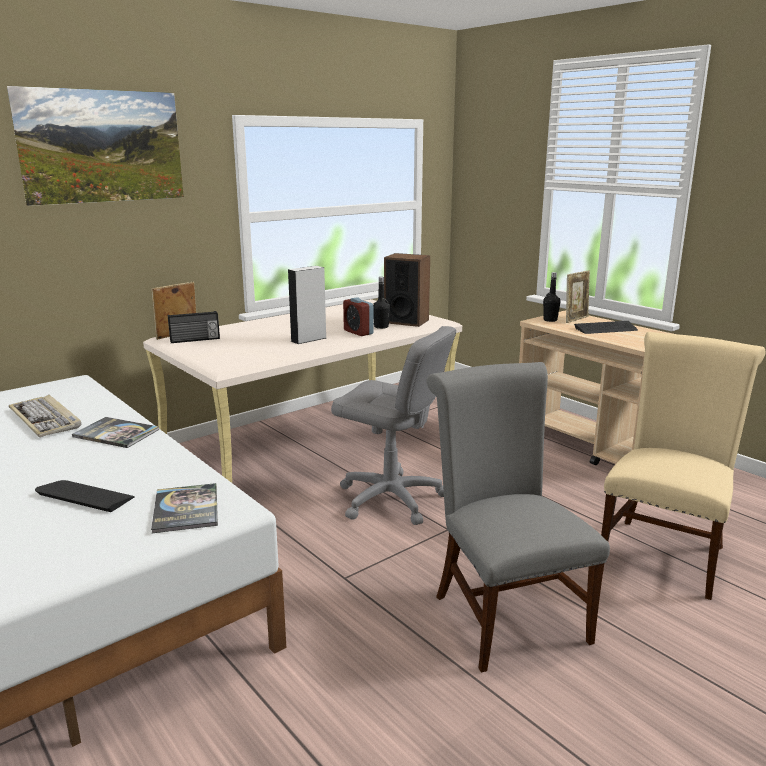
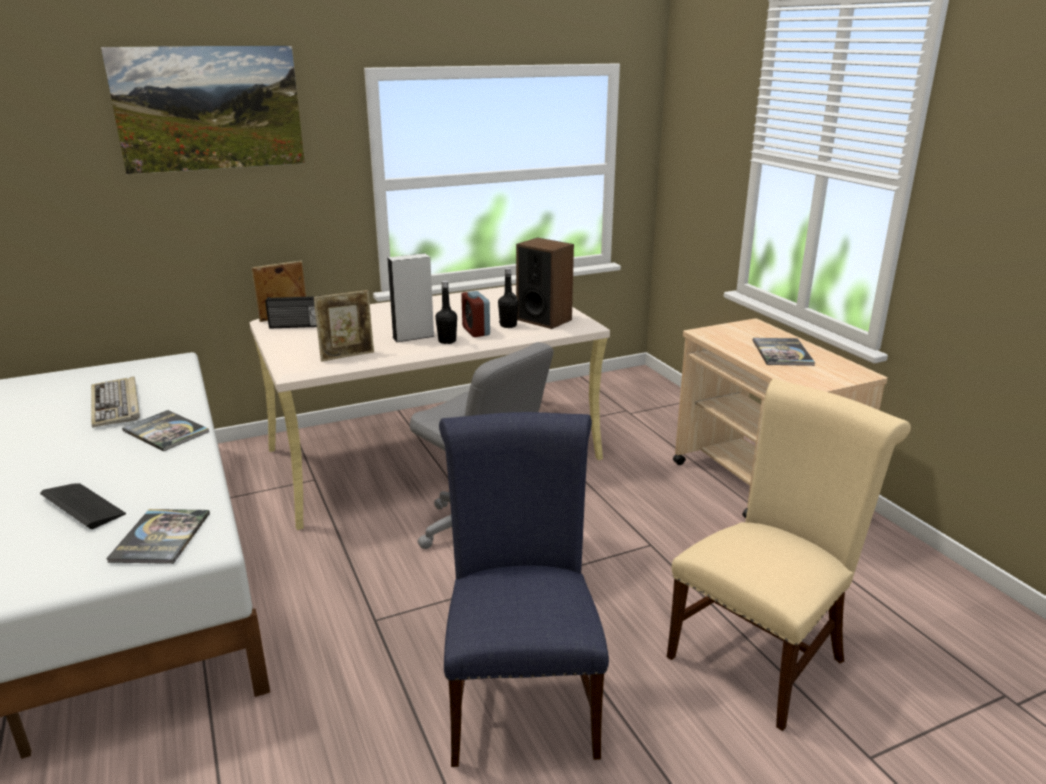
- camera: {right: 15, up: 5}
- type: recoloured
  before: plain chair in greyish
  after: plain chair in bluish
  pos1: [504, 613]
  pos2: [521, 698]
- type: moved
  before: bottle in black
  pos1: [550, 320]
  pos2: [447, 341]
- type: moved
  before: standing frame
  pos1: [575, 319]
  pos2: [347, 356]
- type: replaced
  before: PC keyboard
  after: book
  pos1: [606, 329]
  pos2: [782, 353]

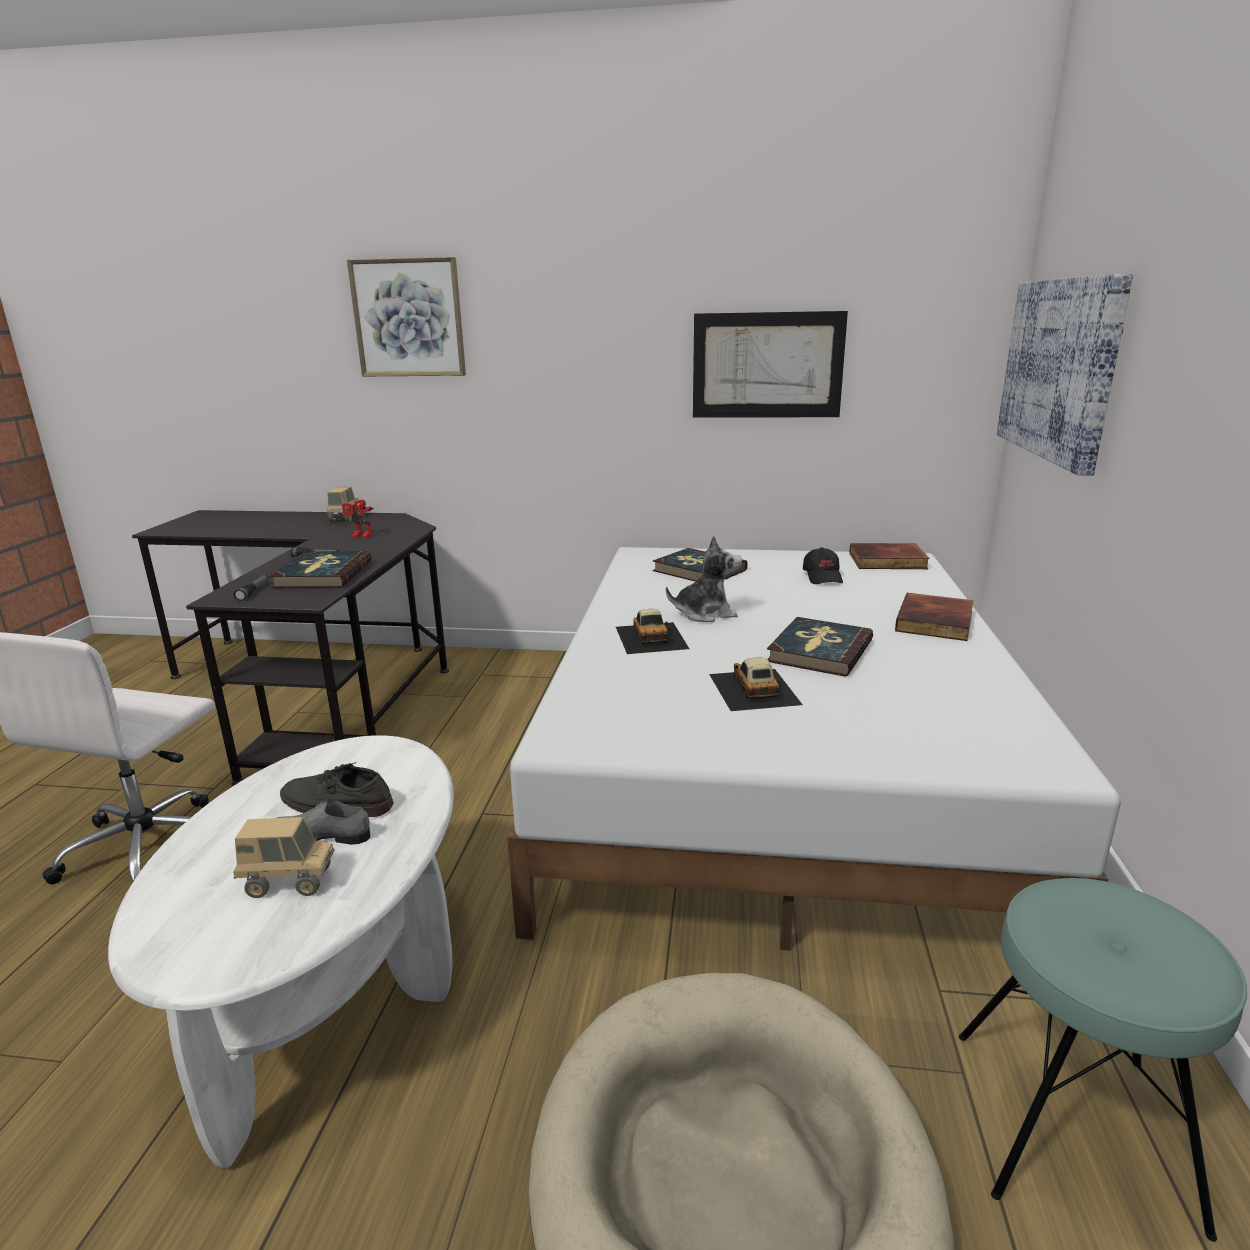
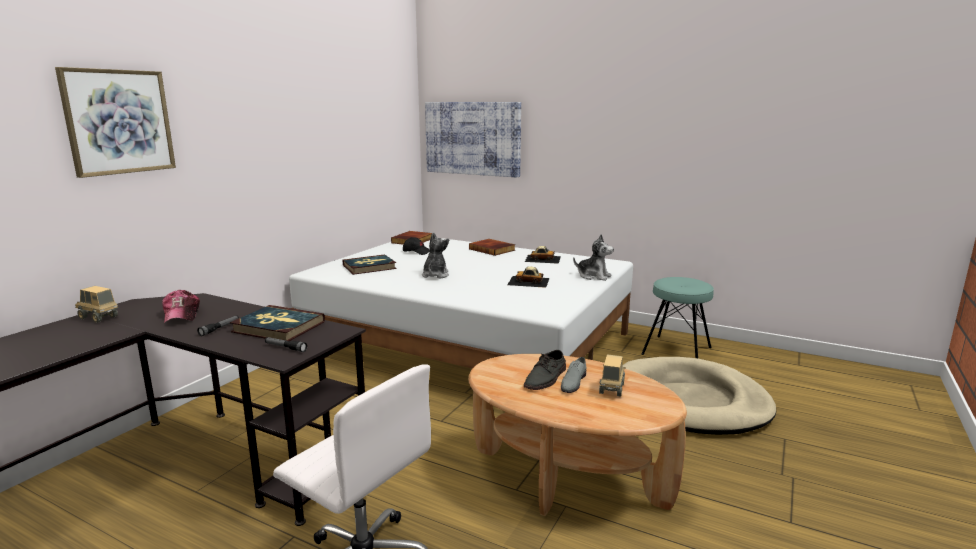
- camera: {right: -70, up: -5}
- type: recoloured
  before: lounge table in white
  after: lounge table in brown-coloured
  pos1: [332, 988]
  pos2: [567, 478]
- type: replaced
  before: model robot
  after: peaked cap
  pos1: [360, 536]
  pos2: [182, 314]
- type: moved
  before: model car
  pos1: [651, 637]
  pos2: [542, 259]
- type: removed
  before: wall art
  pos1: [767, 365]
- type: removed
  before: book
  pos1: [819, 651]
- type: added
  after: plush toy
  pos2: [593, 276]

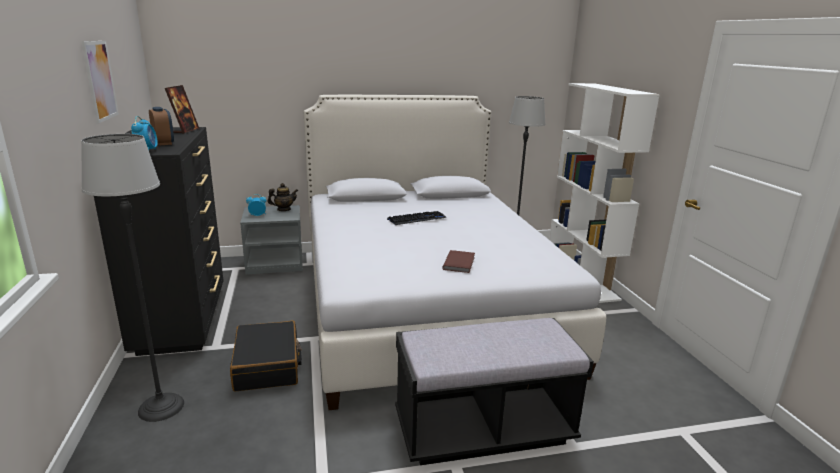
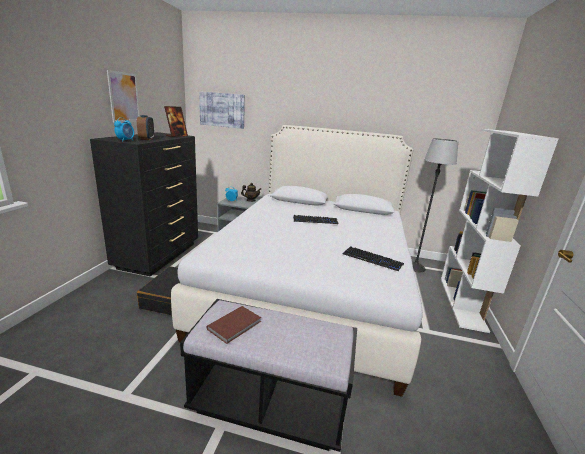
- camera: {right: 25, up: 0}
- type: removed
  before: standard lamp
  pos1: [161, 407]
- type: moved
  before: book in brown-coloured
  pos1: [460, 263]
  pos2: [236, 325]
- type: added
  after: wall art
  pos2: [222, 110]
- type: added
  after: PC keyboard
  pos2: [372, 259]

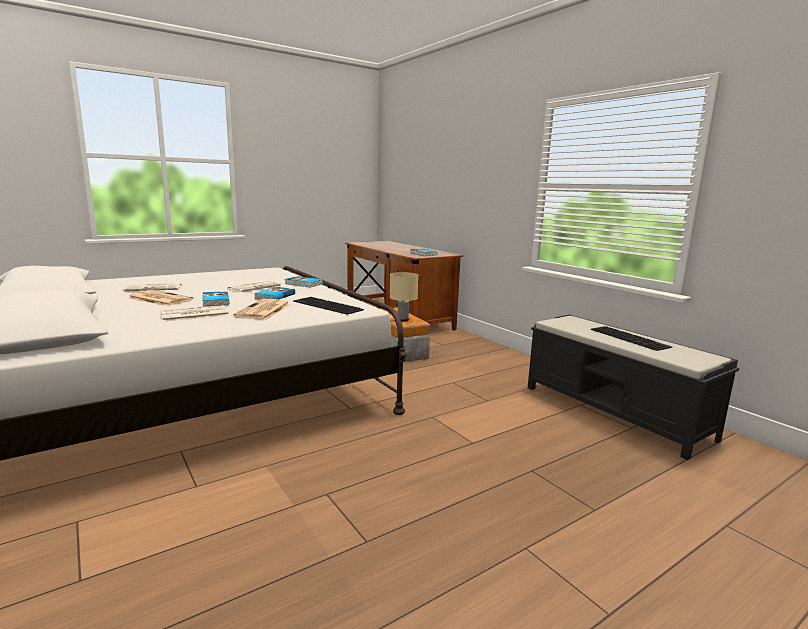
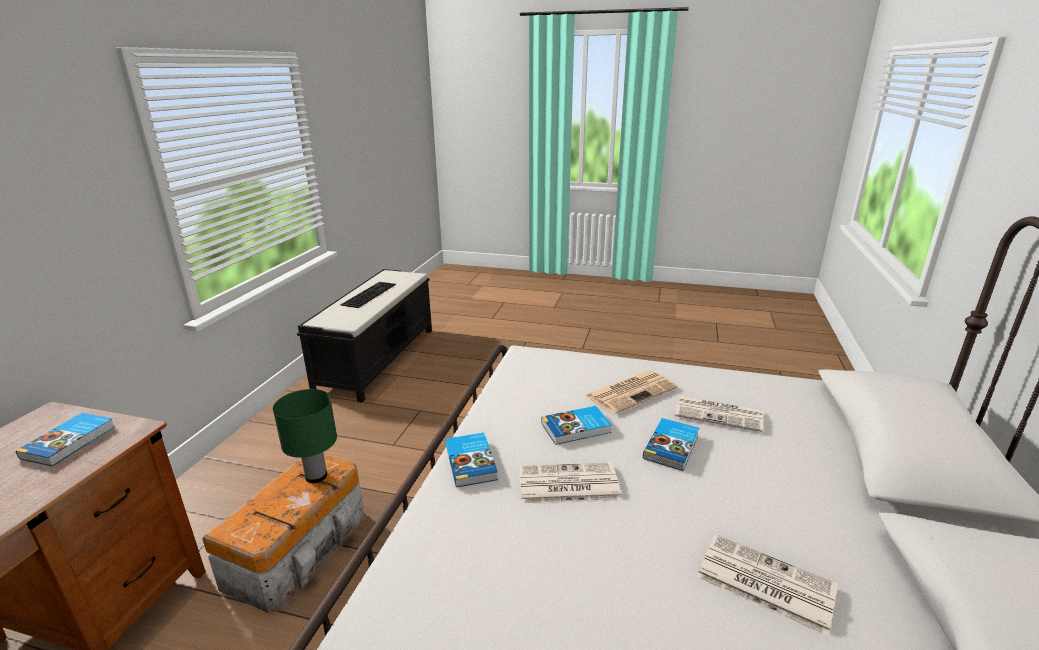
- camera: {right: -130, up: 10}
- type: removed
  before: daily paper
  pos1: [159, 299]
- type: removed
  before: PC keyboard
  pos1: [325, 305]
- type: recoloured
  before: tabletop lamp in sand-coloured
  after: tabletop lamp in greenish
  pos1: [402, 320]
  pos2: [317, 476]

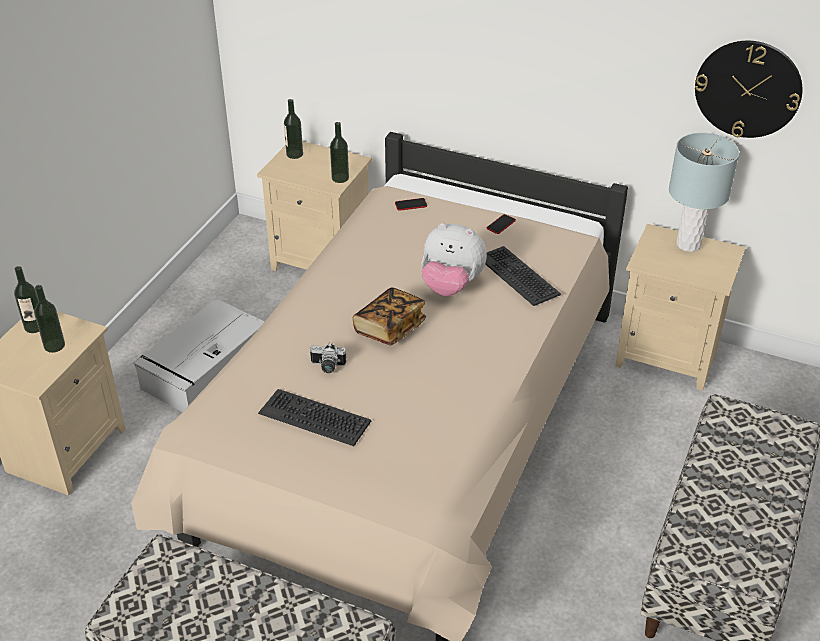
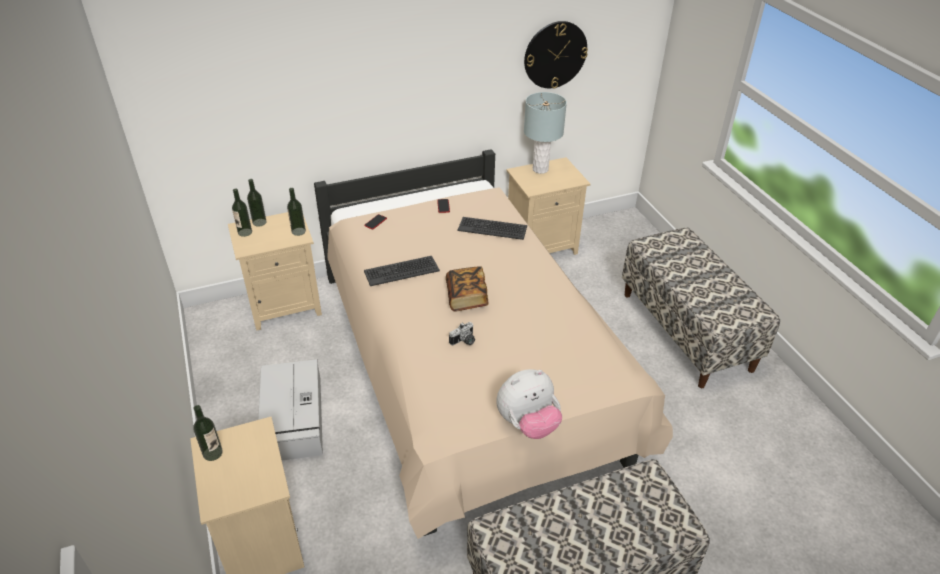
- camera: {right: -45, up: 0}
- type: moved
  before: bottle
  pos1: [54, 345]
  pos2: [259, 222]
- type: moved
  before: PC keyboard
  pos1: [315, 417]
  pos2: [401, 271]
- type: moved
  before: plush toy
  pos1: [451, 286]
  pos2: [527, 424]

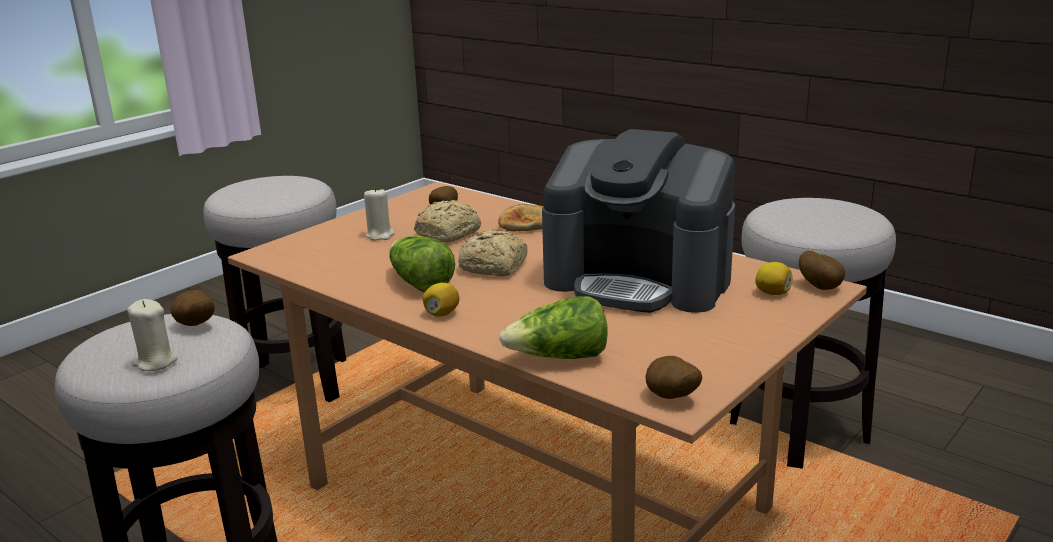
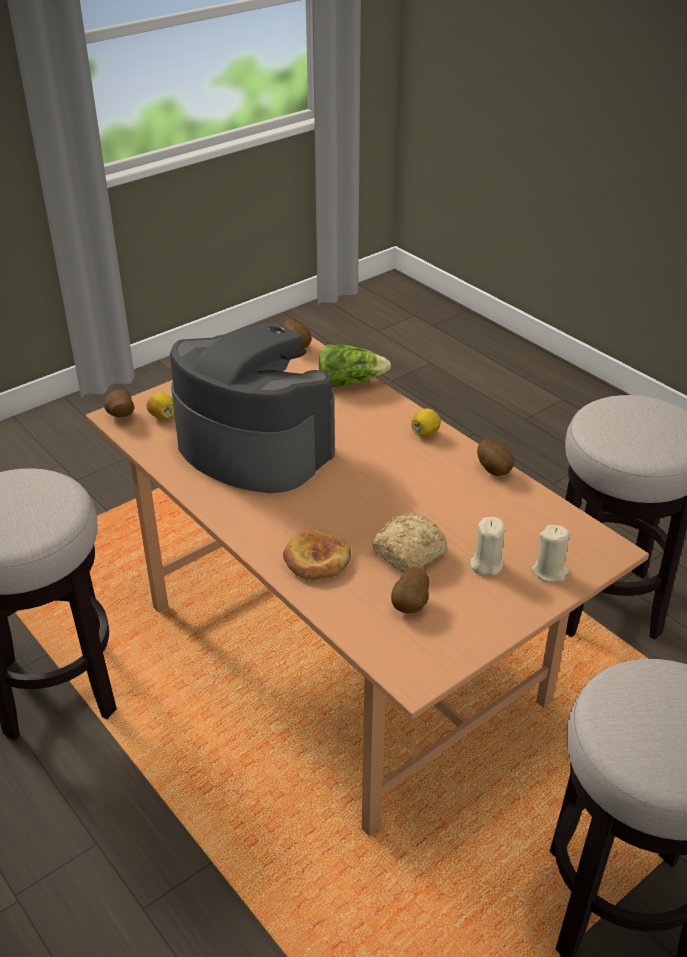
- camera: {right: -170, up: 15}
- type: moved
  before: candle in sand-coloured
  pos1: [155, 362]
  pos2: [550, 571]
- type: moved
  before: whole potato
  pos1: [195, 326]
  pos2: [495, 470]
- type: removed
  before: lettuce head
  pos1: [420, 283]
- type: removed
  before: bread
  pos1: [495, 267]

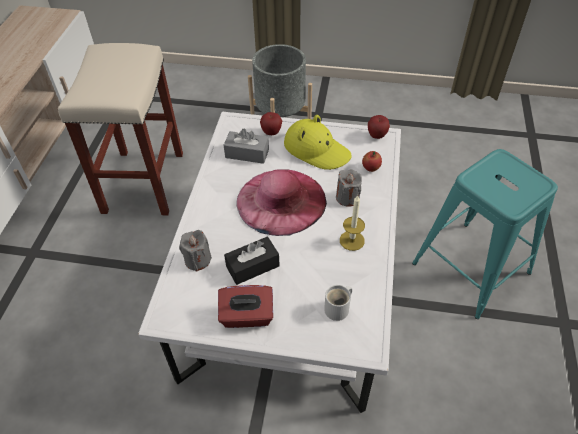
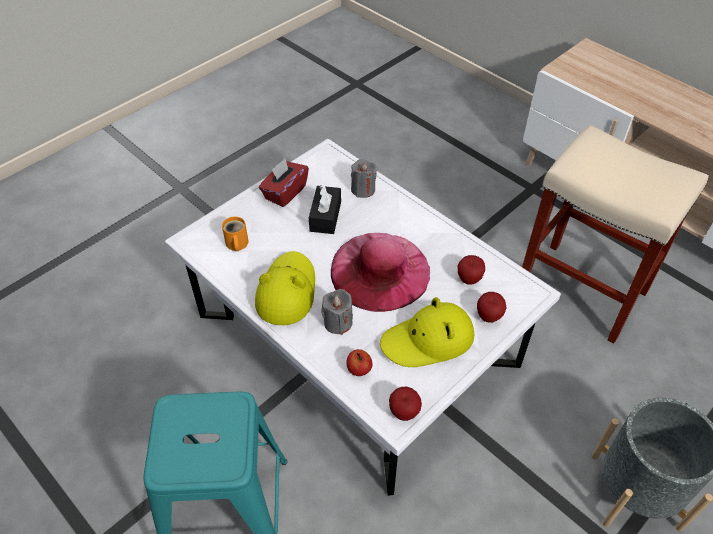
- camera: {right: 125, up: 0}
- type: replaced
  before: tissue box in greyish
  after: apple fruit
  pos1: [247, 153]
  pos2: [469, 279]
- type: recoloured
  before: tea mug in white
  after: tea mug in orange
  pos1: [339, 309]
  pos2: [236, 244]
- type: replaced
  before: candle
  after: clothing hat in yellow-coloured
  pos1: [352, 240]
  pos2: [286, 291]

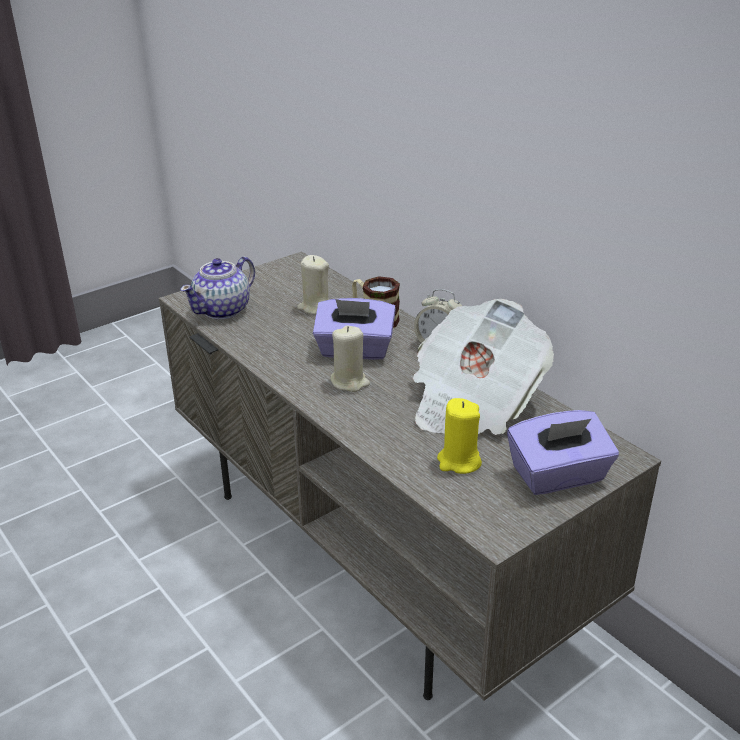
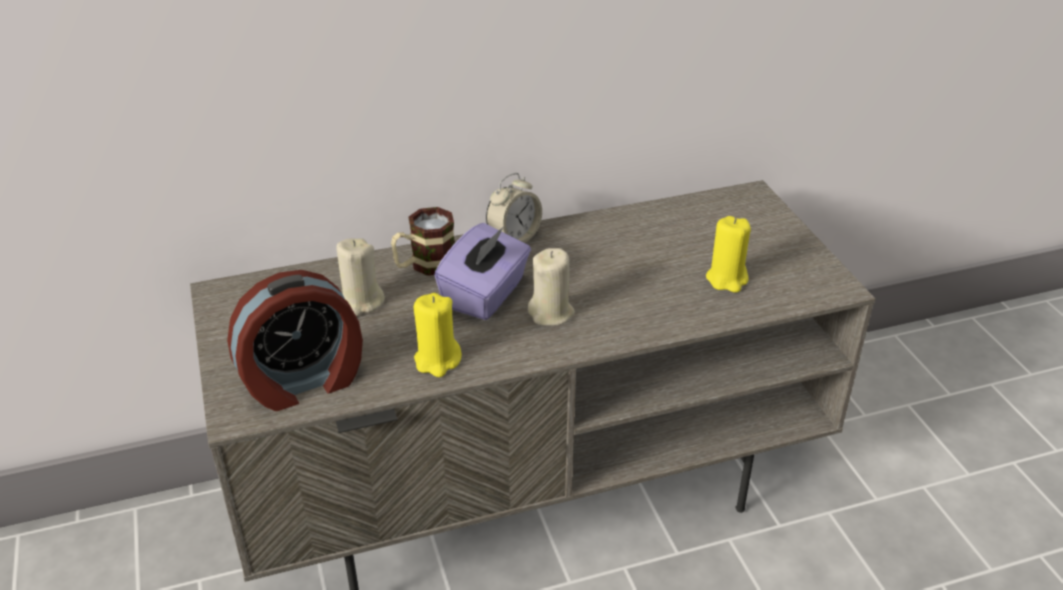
- camera: {right: -70, up: 5}
- type: replaced
  before: pot for tea
  after: alarm clock
  pos1: [223, 310]
  pos2: [304, 382]
- type: removed
  before: daily paper
  pos1: [473, 401]
- type: removed
  before: tissue box in purplish
  pos1: [558, 476]
- type: added
  after: candle in yellow-coloured
  pos2: [437, 360]

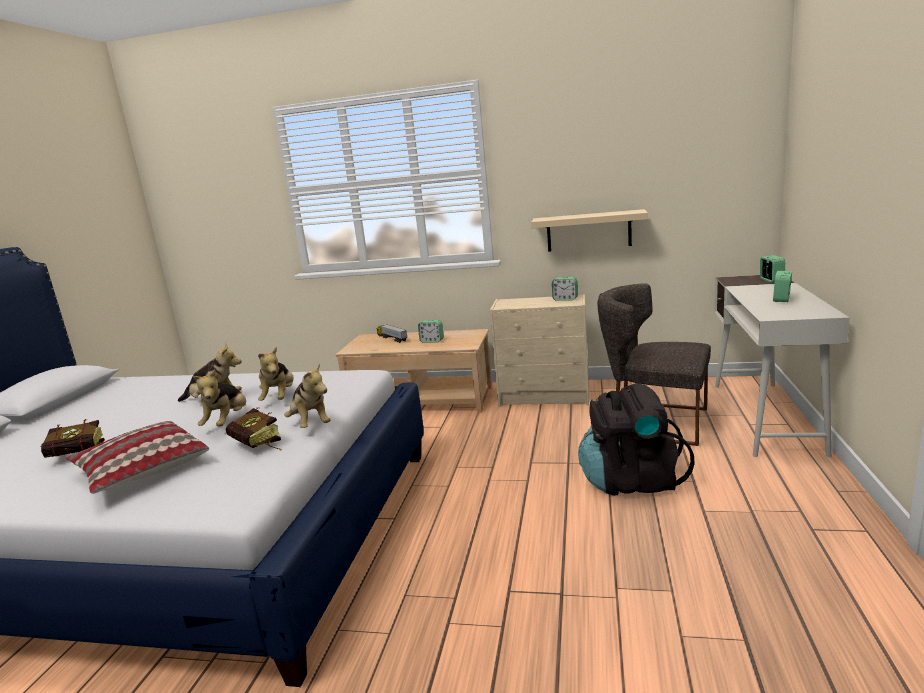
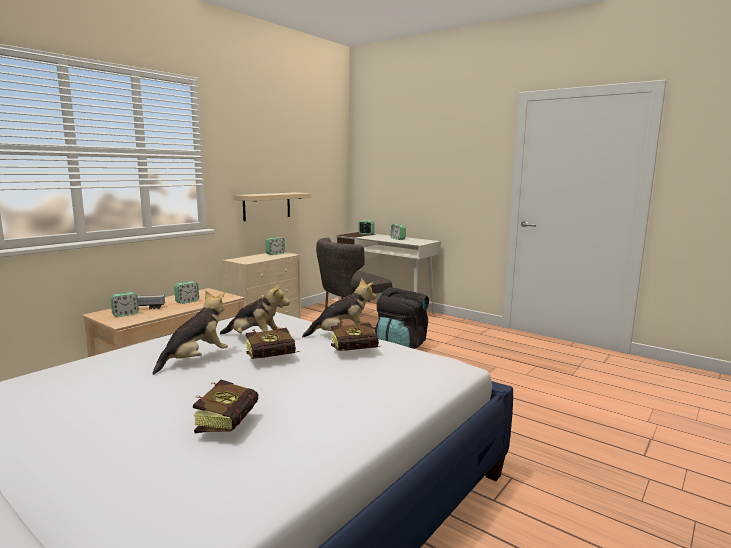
- camera: {right: -65, up: -5}
- type: removed
  before: pillow
  pos1: [141, 469]
- type: replaced
  before: plush toy
  after: book
  pos1: [227, 422]
  pos2: [276, 358]
- type: added
  after: alarm clock
  pos2: [125, 314]

